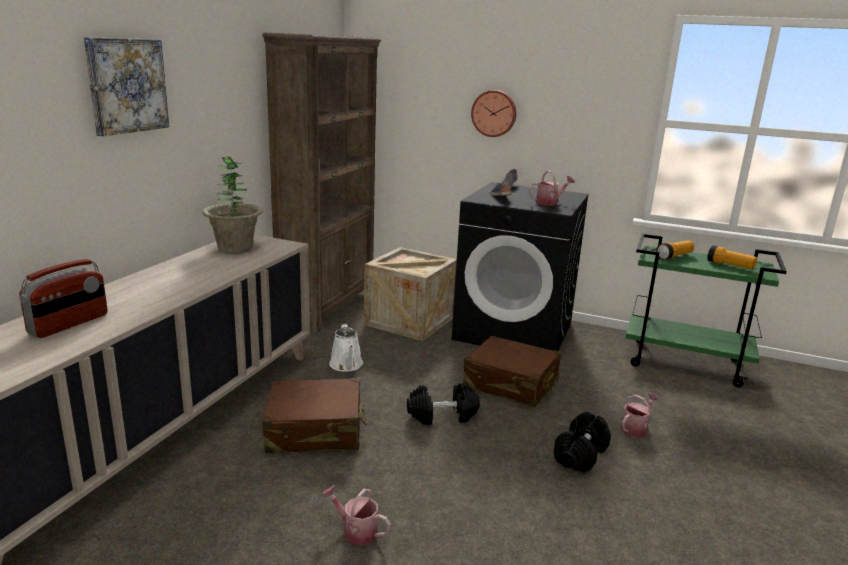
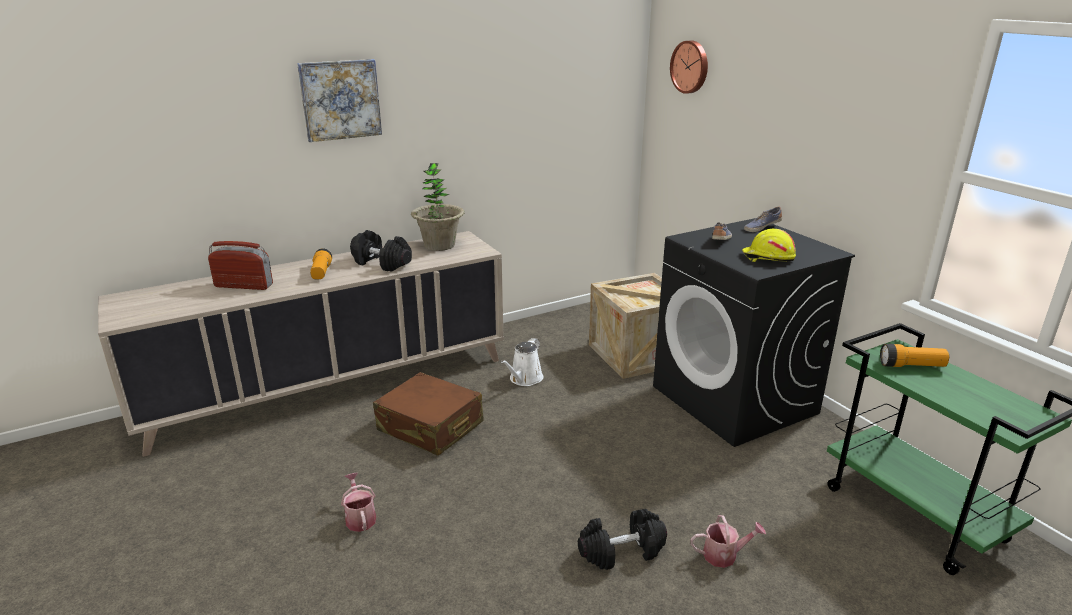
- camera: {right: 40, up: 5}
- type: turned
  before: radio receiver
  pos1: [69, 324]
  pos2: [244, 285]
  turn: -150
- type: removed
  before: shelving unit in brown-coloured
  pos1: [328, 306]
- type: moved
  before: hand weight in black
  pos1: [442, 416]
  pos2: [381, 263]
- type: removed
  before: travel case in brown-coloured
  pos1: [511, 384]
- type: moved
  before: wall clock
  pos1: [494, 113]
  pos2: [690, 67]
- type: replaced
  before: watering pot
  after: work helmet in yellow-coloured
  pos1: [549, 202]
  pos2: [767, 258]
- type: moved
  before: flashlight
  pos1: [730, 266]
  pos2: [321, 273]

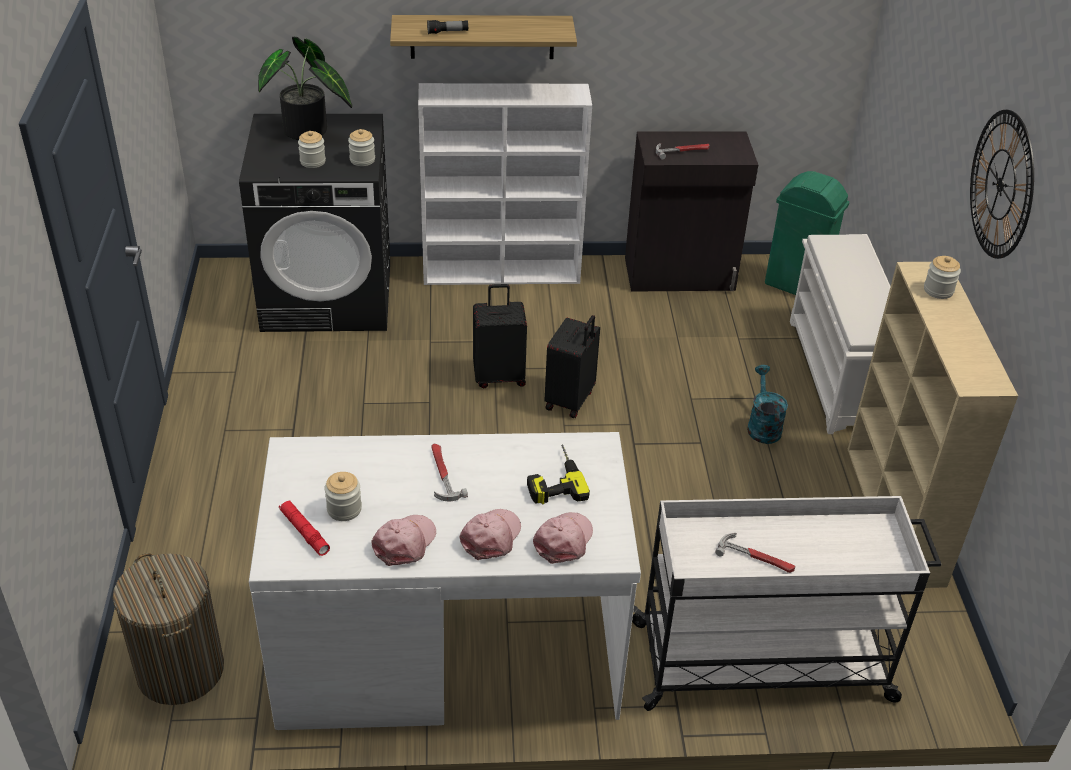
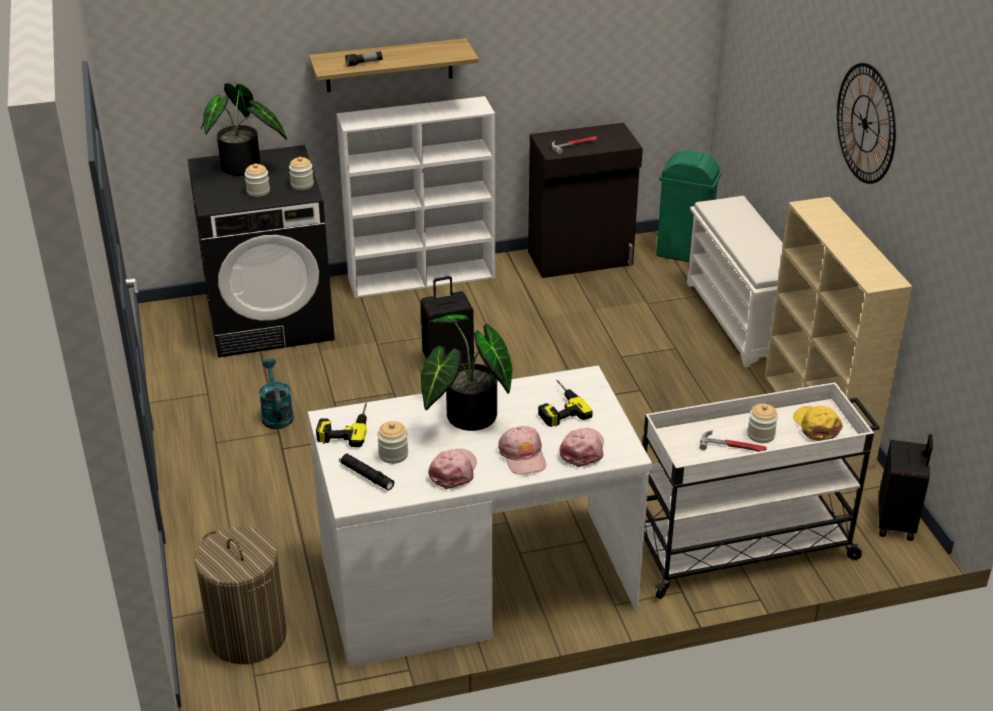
- camera: {right: -10, up: -5}
- type: recoloured
  before: flashlight in red-coloured
  after: flashlight in black
  pos1: [304, 532]
  pos2: [366, 476]
- type: replaced
  before: hand hammer
  after: plant in a pot
  pos1: [442, 474]
  pos2: [465, 417]
- type: turned
  before: peaked cap in pink-coloured
  pos1: [491, 537]
  pos2: [523, 456]
  turn: 150
- type: moved
  before: travel case in black
  pos1: [571, 400]
  pos2: [897, 523]
- type: moved
  before: watering pot in blue-green
  pos1: [762, 425]
  pos2: [276, 414]
- type: moved
  before: preserve jar
  pos1: [938, 290]
  pos2: [760, 435]
- type: added
  after: drill
  pos2: [344, 427]
- type: added
  after: peaked cap in yellow-coloured
  pos2: [816, 426]

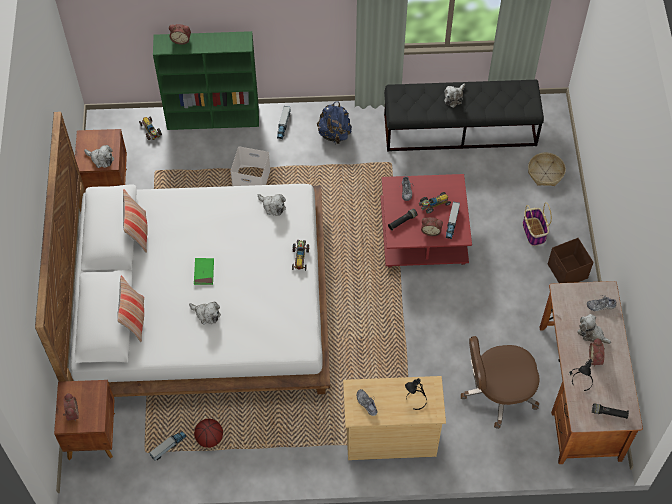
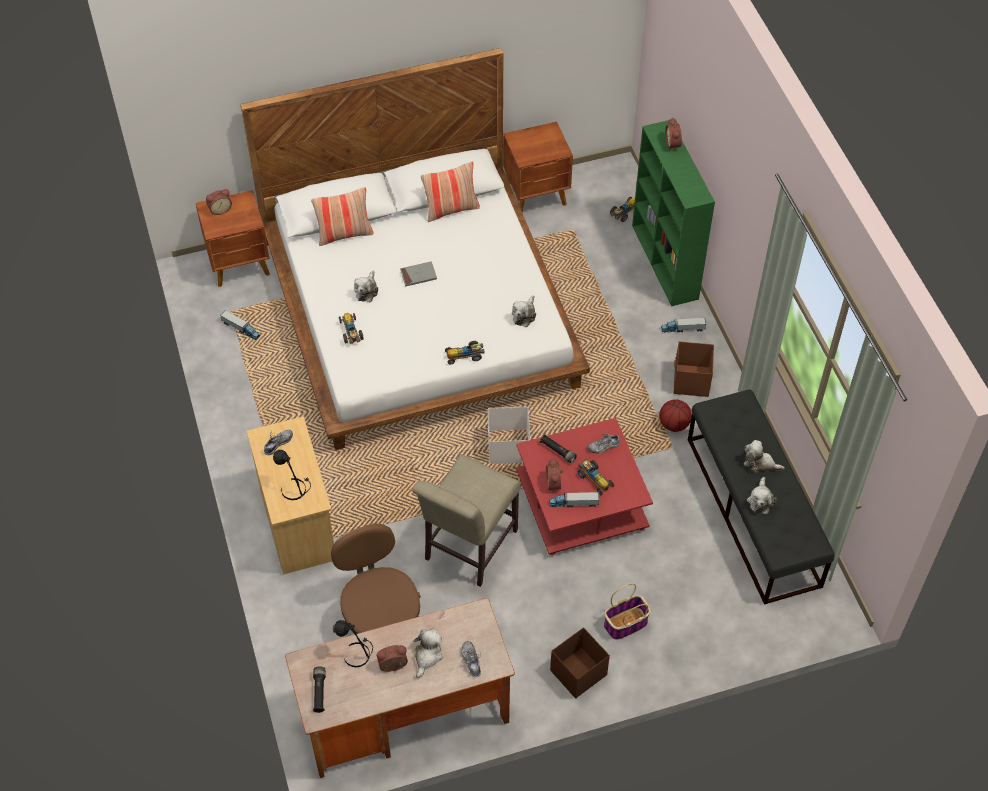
- camera: {right: 75, up: -5}
- type: moved
  before: plush toy
  pos1: [101, 159]
  pos2: [760, 500]
- type: recoloured
  before: book in greenish
  after: book in greyish
  pos1: [204, 272]
  pos2: [418, 275]
- type: moved
  before: ball for basketball
  pos1: [209, 438]
  pos2: [673, 424]
- type: moved
  before: storage container in white
  pos1: [252, 179]
  pos2: [509, 447]
- type: replaced
  before: backpack in bluish
  after: storage container in brown-coloured
  pos1: [334, 134]
  pos2: [691, 381]
- type: removed
  before: basket
  pos1: [545, 173]
- type: added
  after: model car
  pos2: [351, 332]
- type: added
  after: plain chair in sand-coloured
  pos2: [467, 548]

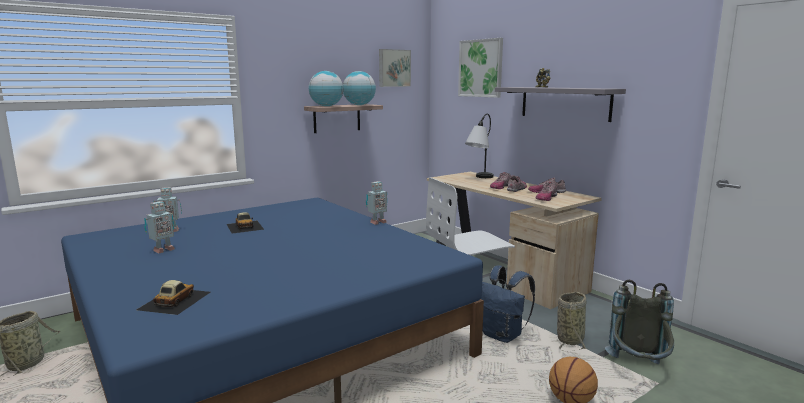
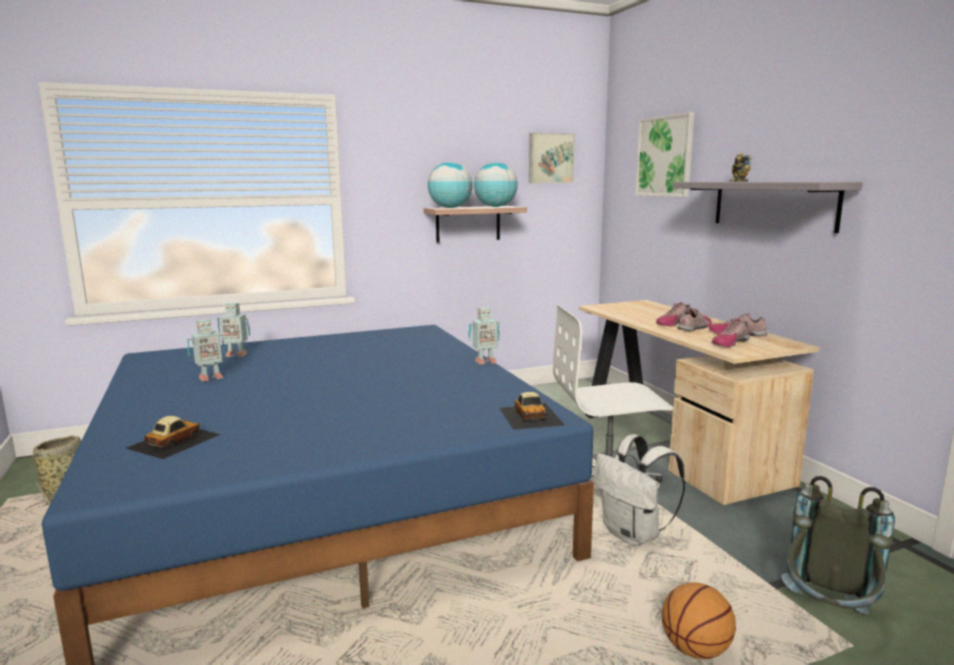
- camera: {right: 15, up: 0}
- type: moved
  before: model car
  pos1: [245, 226]
  pos2: [531, 416]
- type: removed
  before: tabletop lamp
  pos1: [479, 178]
- type: recoloured
  before: backpack in bluish
  after: backpack in white
  pos1: [502, 335]
  pos2: [634, 535]
- type: removed
  before: basket
  pos1: [570, 339]

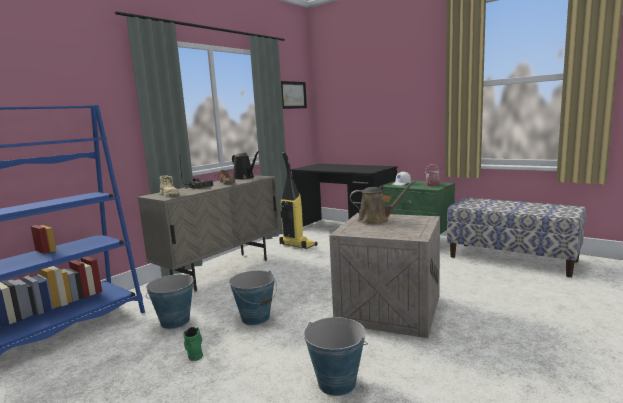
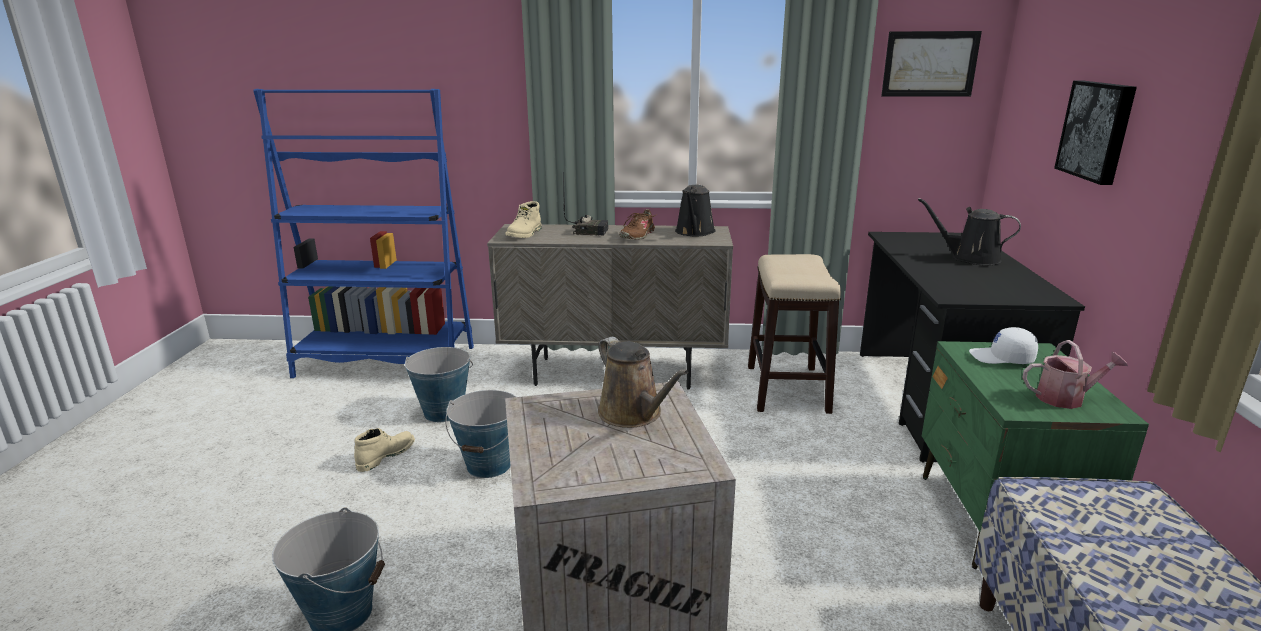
- camera: {right: 55, up: 10}
- type: recoloured
  before: high-top boot in greenish
  after: high-top boot in sand-coloured
  pos1: [193, 348]
  pos2: [385, 455]
- type: replaced
  before: vacuum
  after: stool
  pos1: [297, 245]
  pos2: [787, 388]
- type: added
  after: watering pot in black
  pos2: [970, 258]
- type: added
  after: wall art
  pos2: [1097, 131]

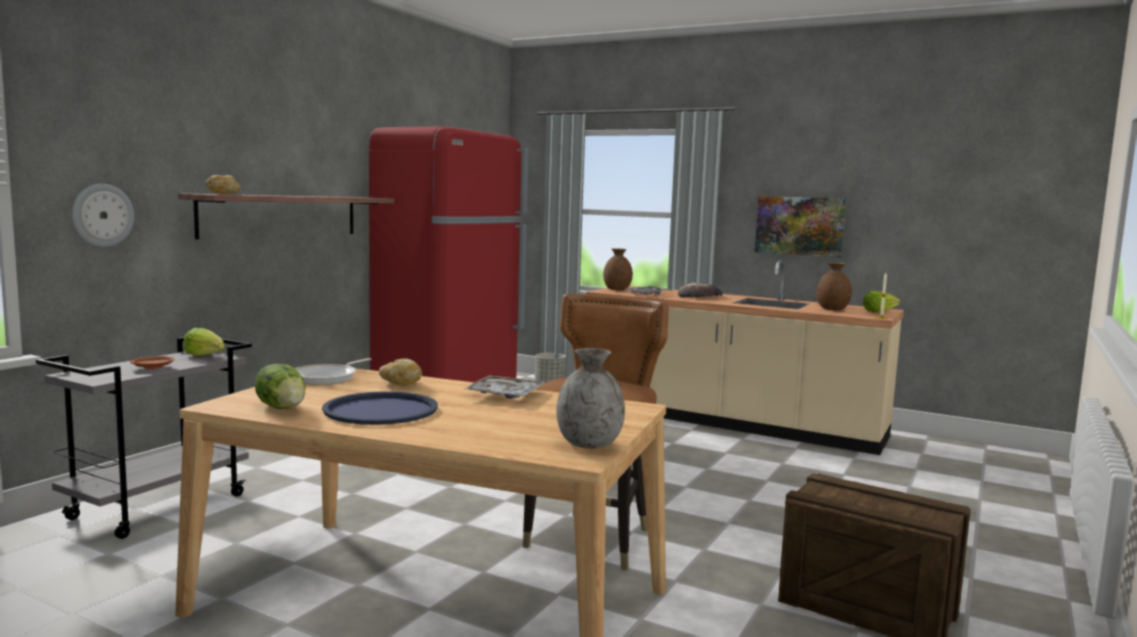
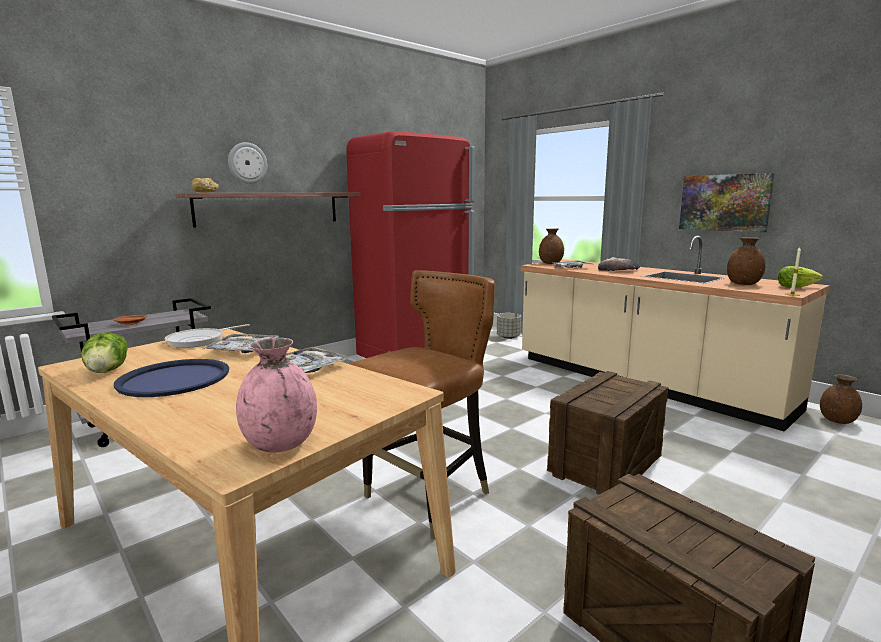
- camera: {right: 20, up: 5}
- type: moved
  before: wall clock
  pos1: [102, 215]
  pos2: [247, 163]
- type: removed
  before: lettuce head
  pos1: [205, 356]
- type: replaced
  before: bread
  after: tray
  pos1: [400, 383]
  pos2: [243, 350]
- type: recoloured
  before: decorative vase in greyish
  after: decorative vase in pink-coloured
  pos1: [589, 444]
  pos2: [281, 444]
- type: added
  after: shipping crate
  pos2: [605, 465]
- type: added
  after: decorative vase in brown-coloured
  pos2: [837, 420]

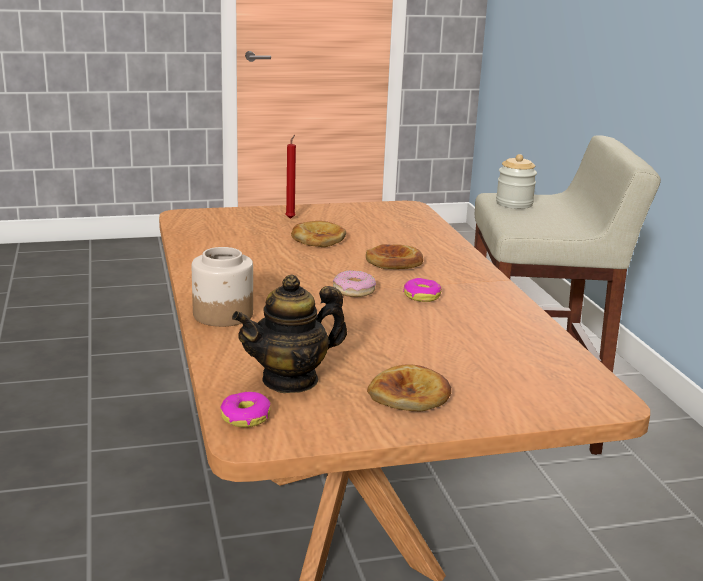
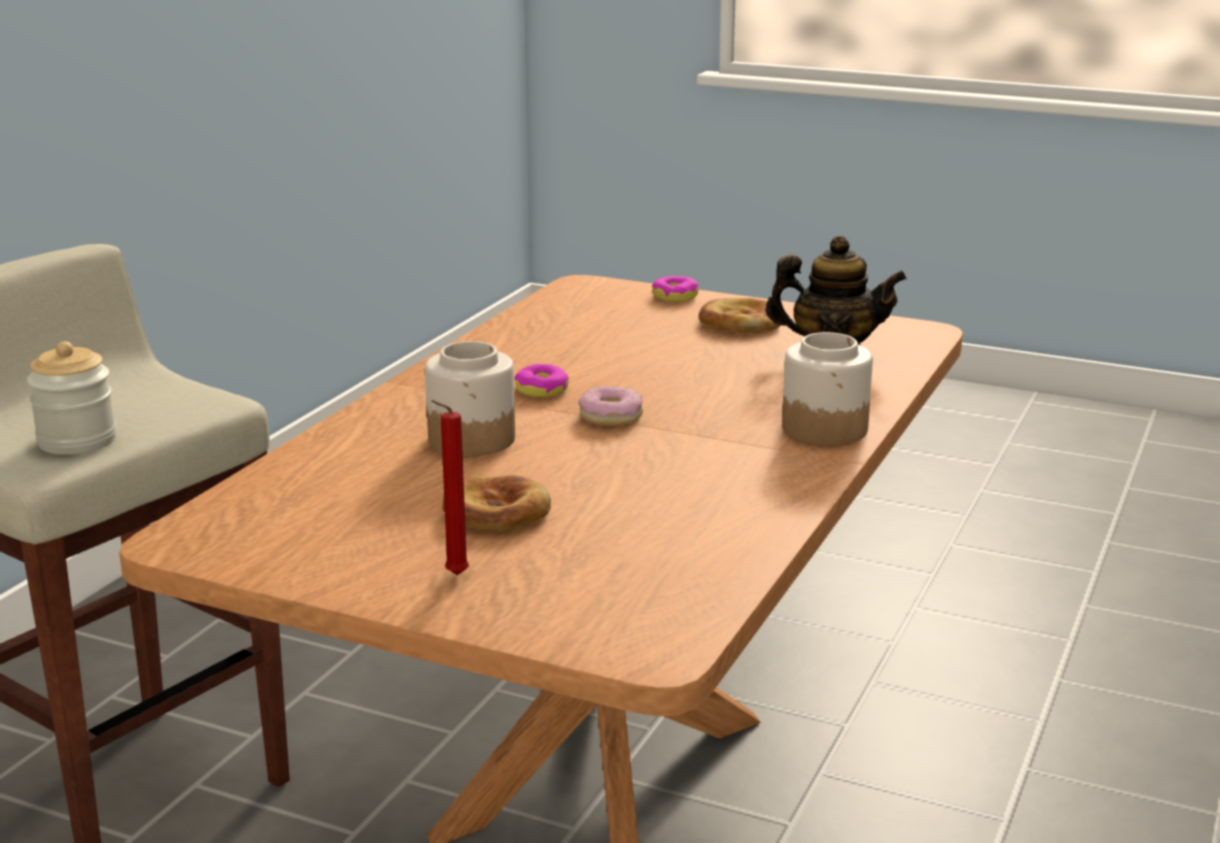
- camera: {right: -140, up: 0}
- type: moved
  before: donut
  pos1: [245, 417]
  pos2: [675, 296]
- type: replaced
  before: bread
  after: preserve jar
  pos1: [394, 262]
  pos2: [473, 439]

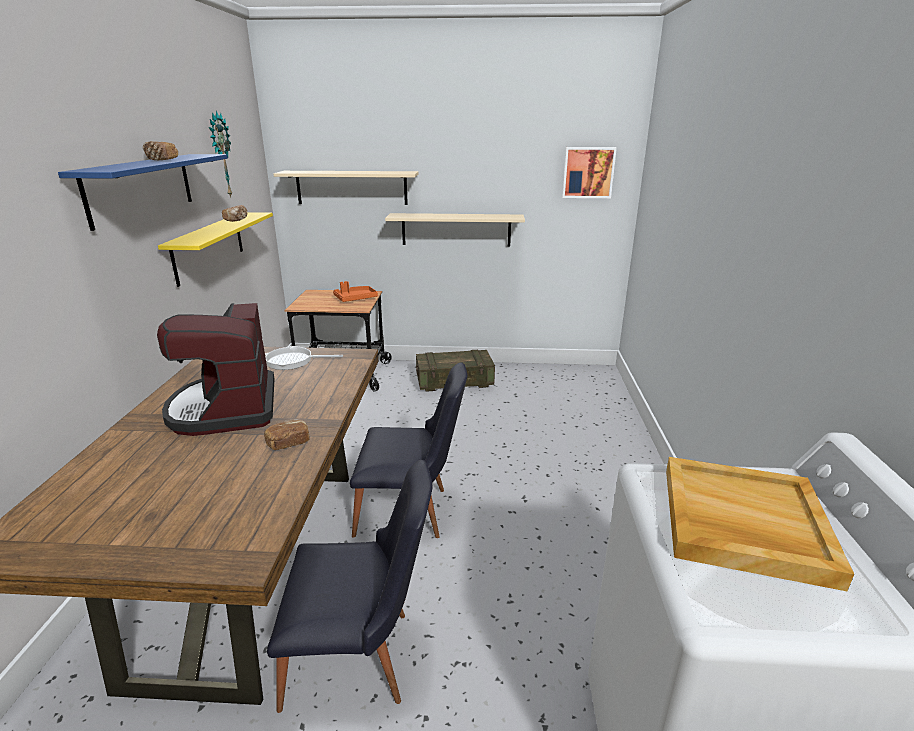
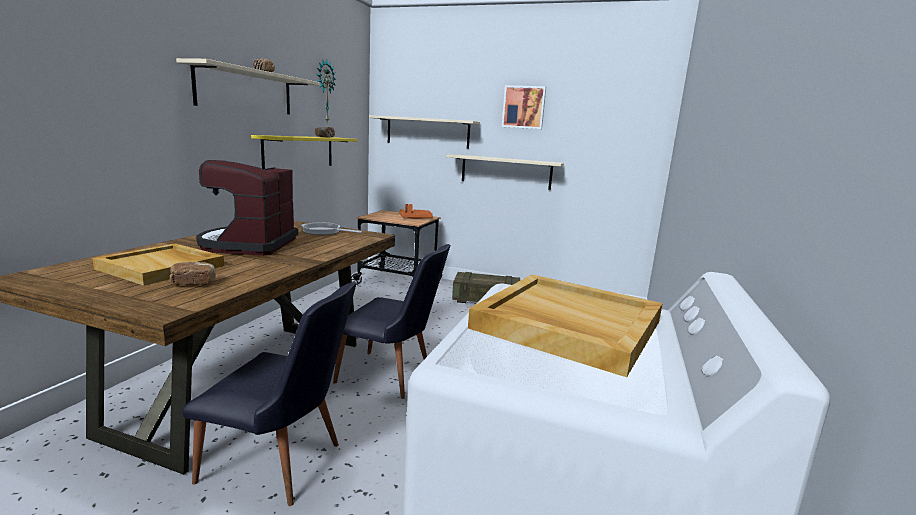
- camera: {right: 15, up: -10}
- type: recoloured
  before: bracket shelf in bluish
  after: bracket shelf in sand-coloured
  pos1: [141, 188]
  pos2: [246, 91]
- type: moved
  before: bread
  pos1: [288, 443]
  pos2: [194, 283]
- type: moved
  before: wall art
  pos1: [588, 172]
  pos2: [524, 107]
- type: added
  after: tray in sand-coloured
  pos2: [163, 267]

